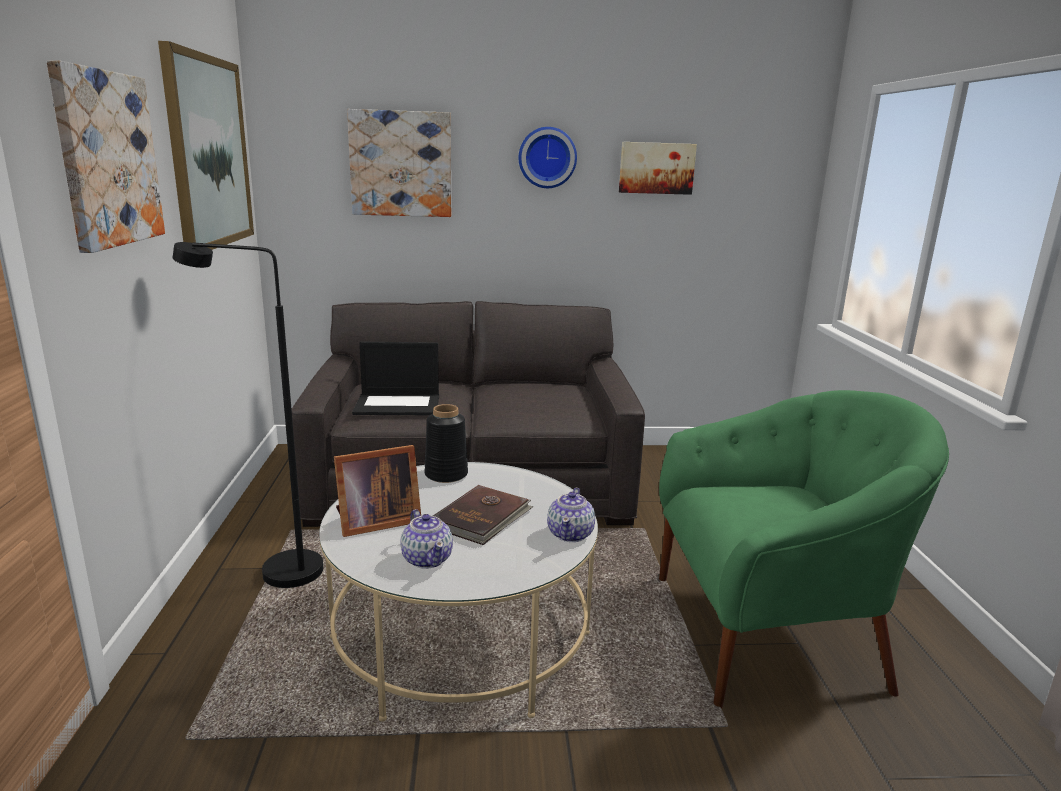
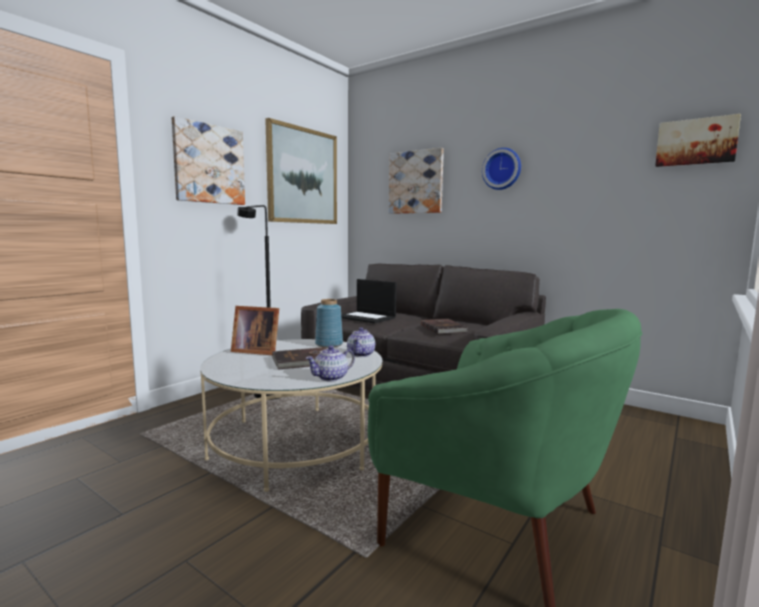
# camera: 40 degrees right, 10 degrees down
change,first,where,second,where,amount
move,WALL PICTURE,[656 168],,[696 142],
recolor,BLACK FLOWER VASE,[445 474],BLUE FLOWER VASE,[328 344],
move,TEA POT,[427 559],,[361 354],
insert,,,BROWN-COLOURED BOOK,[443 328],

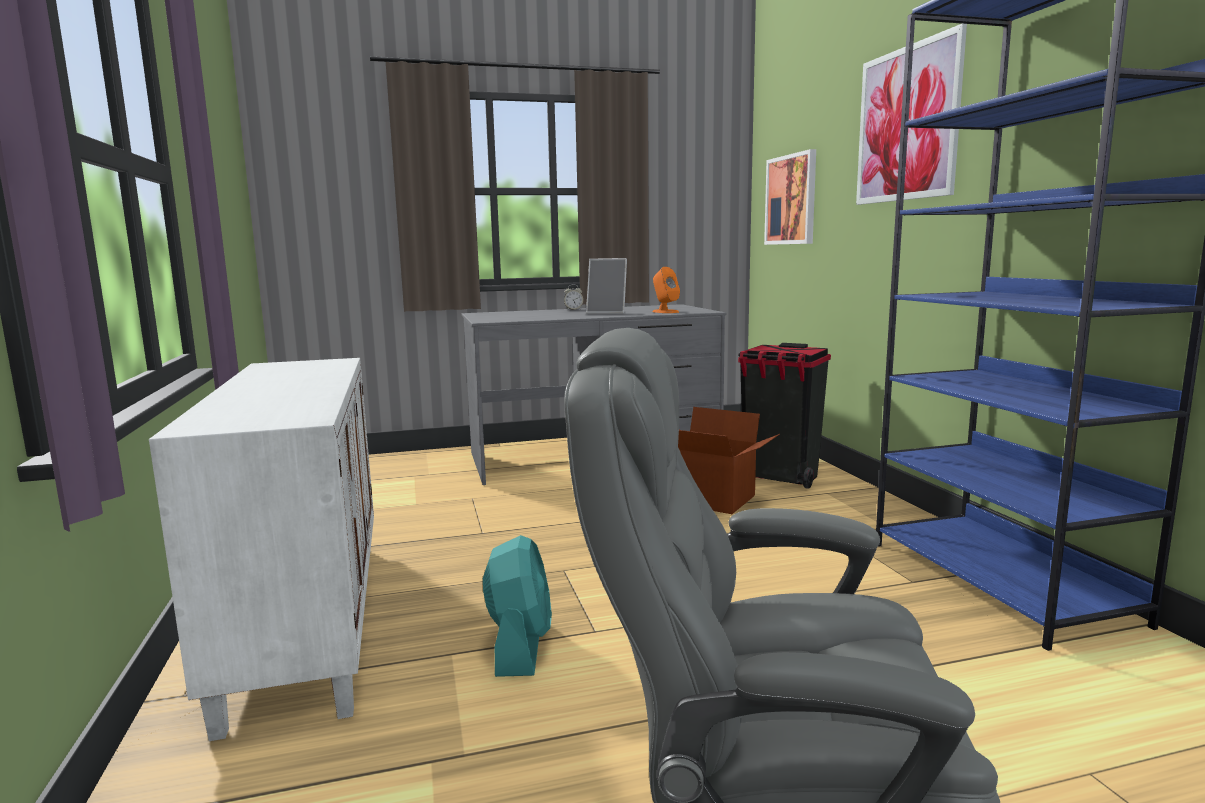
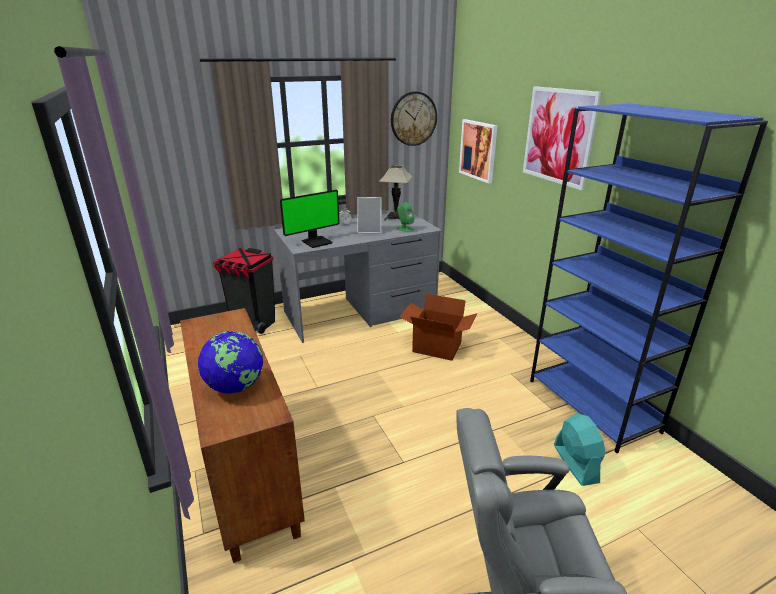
# camera: 10 degrees left, 15 degrees up
change,first,where,second,where,amount
recolor,ORANGEY LOUDSPEAKER,[665 312],GREEN LOUDSPEAKER,[405 229],
move,BLACK WASTE BIN,[780 477],,[253 324],
recolor,WHITE CABINET,[306 622],BROWN-COLOURED CABINET,[245 471],
move,BLUE-GREEN FAN,[520 646],,[575 463],
insert,,,WALL CLOCK,[413 119],
insert,,,TABLETOP LAMP,[395 218],
insert,,,MONITOR,[316 242],
insert,,,DESK GLOBE,[235 386],

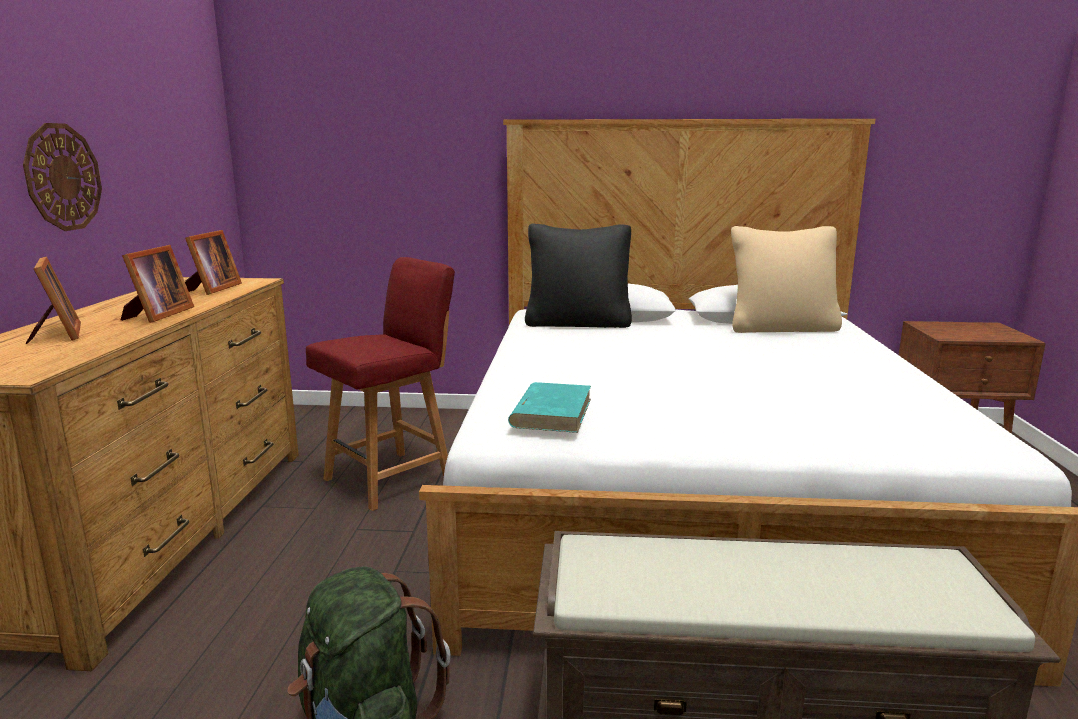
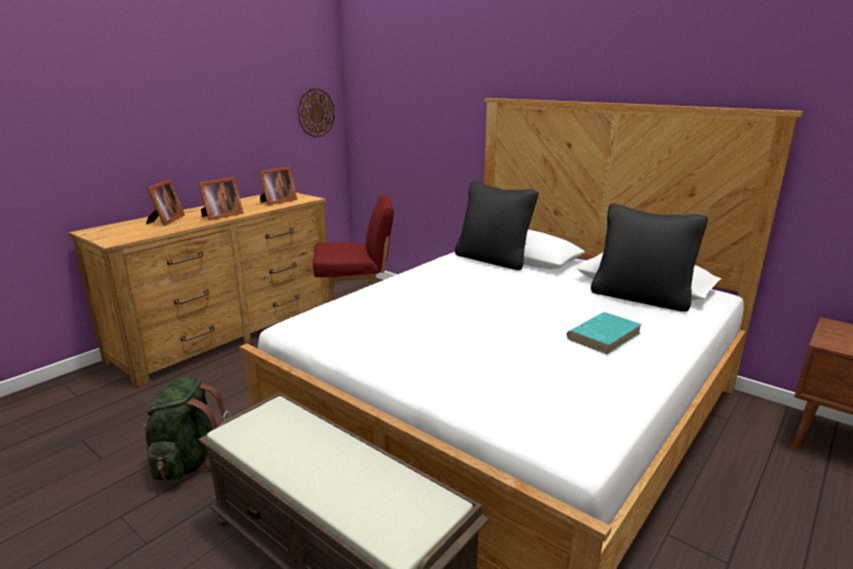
# camera: 35 degrees right, 5 degrees up
change,first,where,second,where,amount
move,WALL CLOCK,[62 177],,[315 113],
recolor,BEIGE CUSHION,[781 328],BLACK CUSHION,[640 297],
move,BLUE-GREEN BOOK,[552 412],,[604 335],

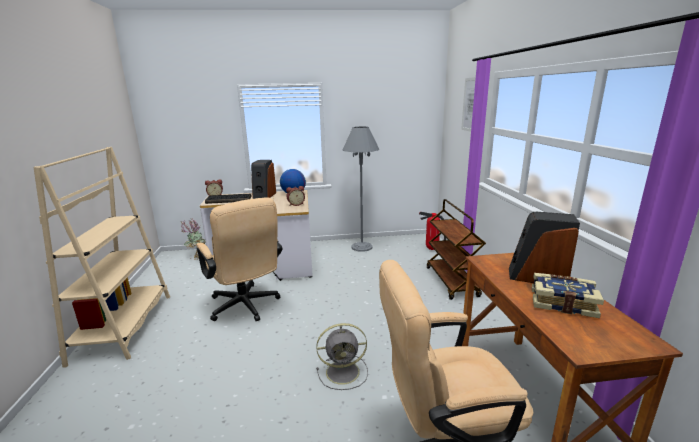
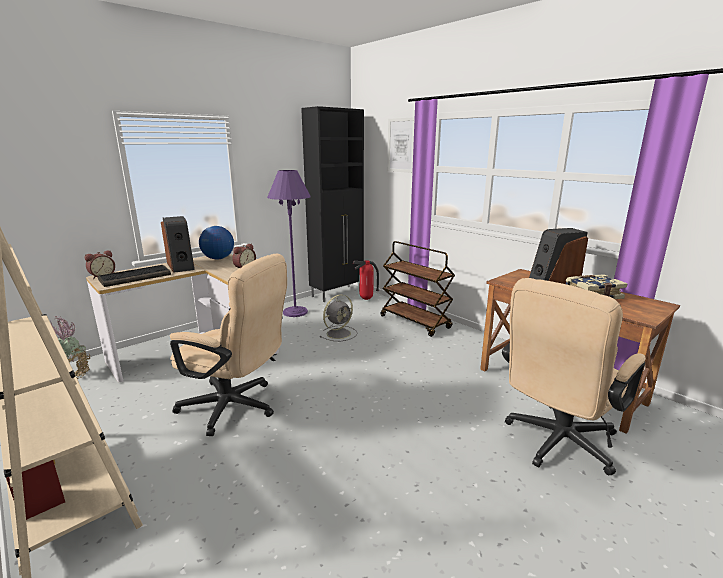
# camera: 35 degrees left, 0 degrees up
change,first,where,second,where,amount
recolor,GREY FLOOR LAMP,[362 247],PURPLE-COLOURED FLOOR LAMP,[295 312],
move,GREY FAN,[344 372],,[339 333],
insert,,,BLACK CABINET,[337 293],

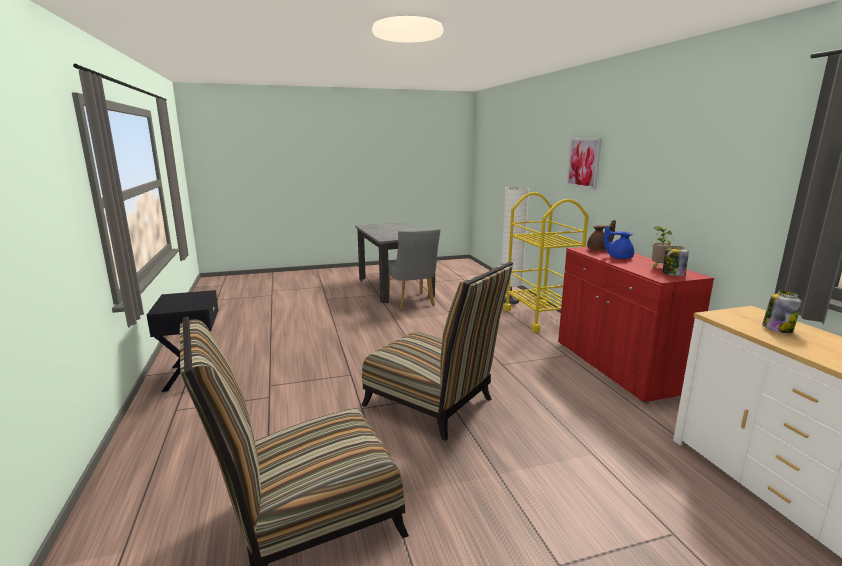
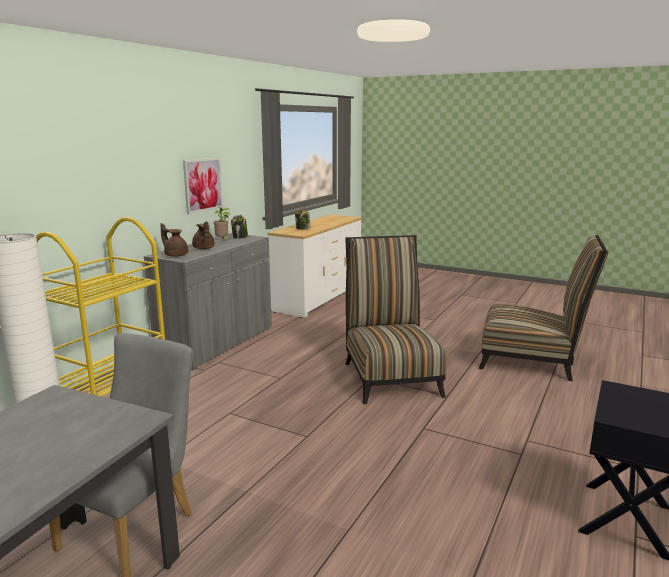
# camera: 135 degrees left, 0 degrees up
change,first,where,second,where,amount
move,WALL PICTURE,[584 163],,[203 185],
recolor,BLUE TEA POT,[618 257],BROWN-COLOURED TEA POT,[203 248],
recolor,REDDISH CABINET,[617 367],GREY CABINET,[217 343],

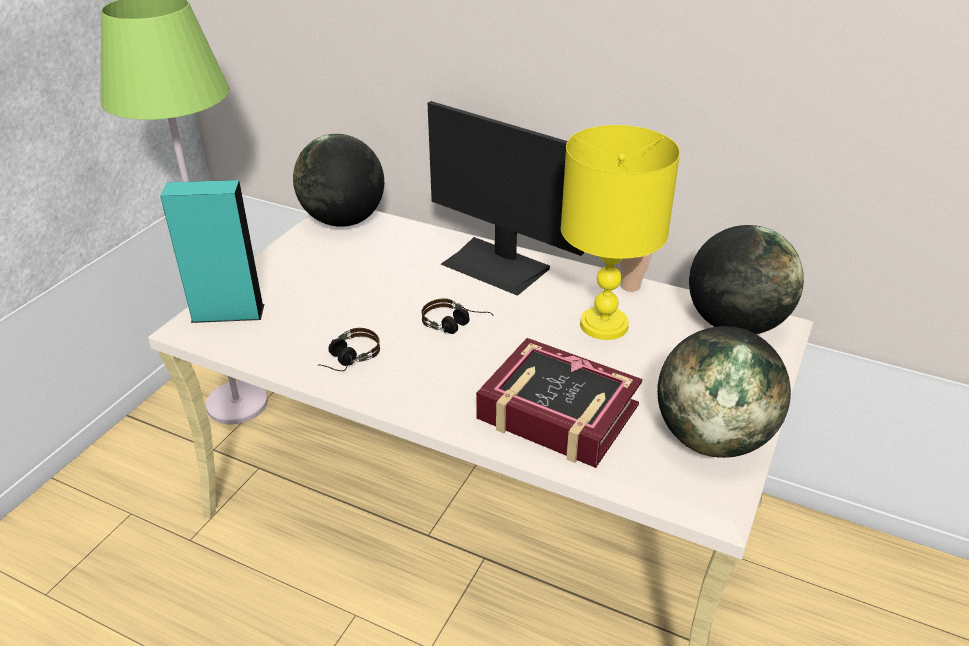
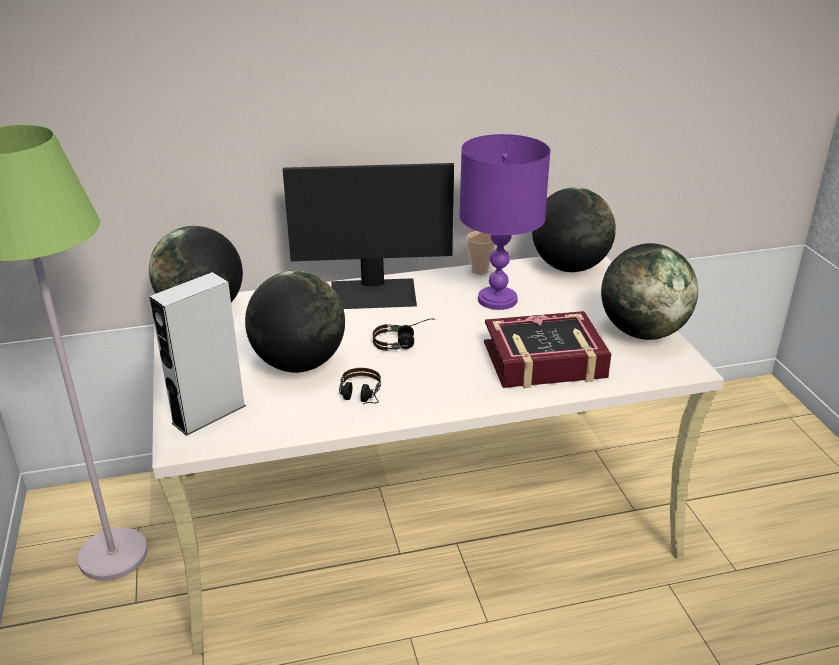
# camera: 40 degrees left, 5 degrees down
change,first,where,second,where,amount
recolor,YELLOW TABLETOP LAMP,[604 325],PURPLE-COLOURED TABLETOP LAMP,[498 300],
recolor,BLUE-GREEN LOUDSPEAKER,[228 313],GREY LOUDSPEAKER,[209 414],
insert,,,DESK GLOBE,[299 364],

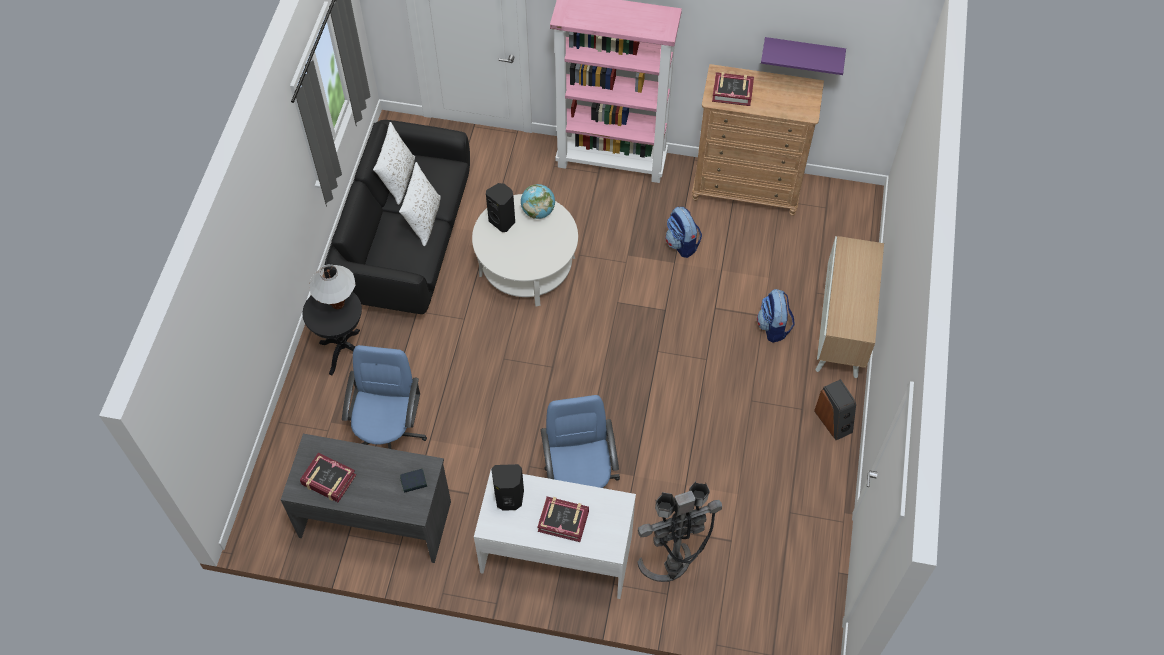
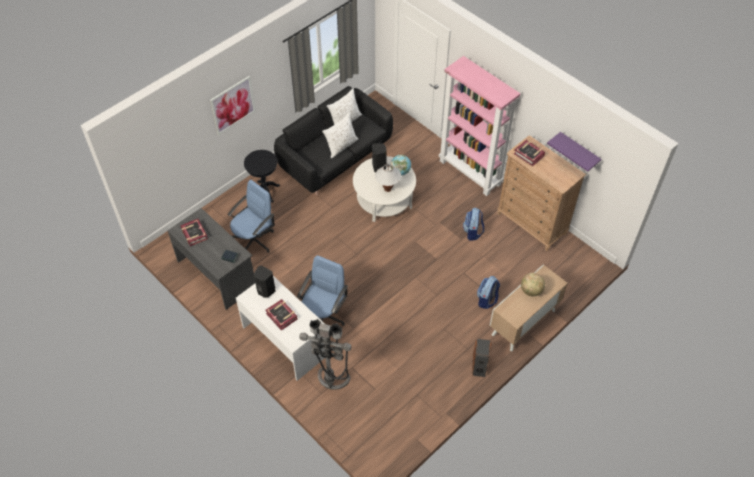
# camera: 35 degrees right, 5 degrees down
change,first,where,second,where,amount
move,WHITE TABLETOP LAMP,[338 304],,[387 189],
insert,,,WALL PICTURE,[233 105],
insert,,,DESK GLOBE,[531 291],

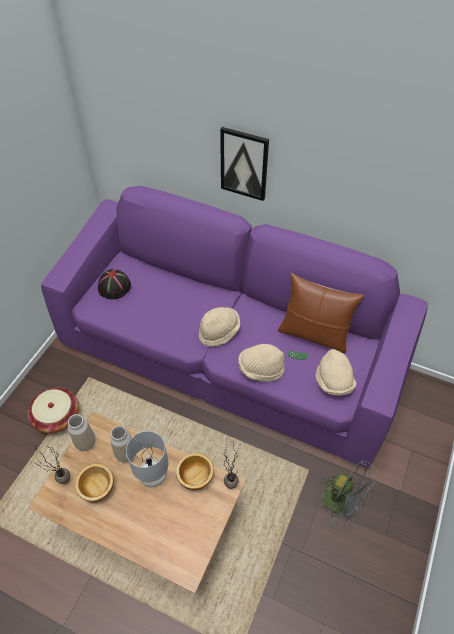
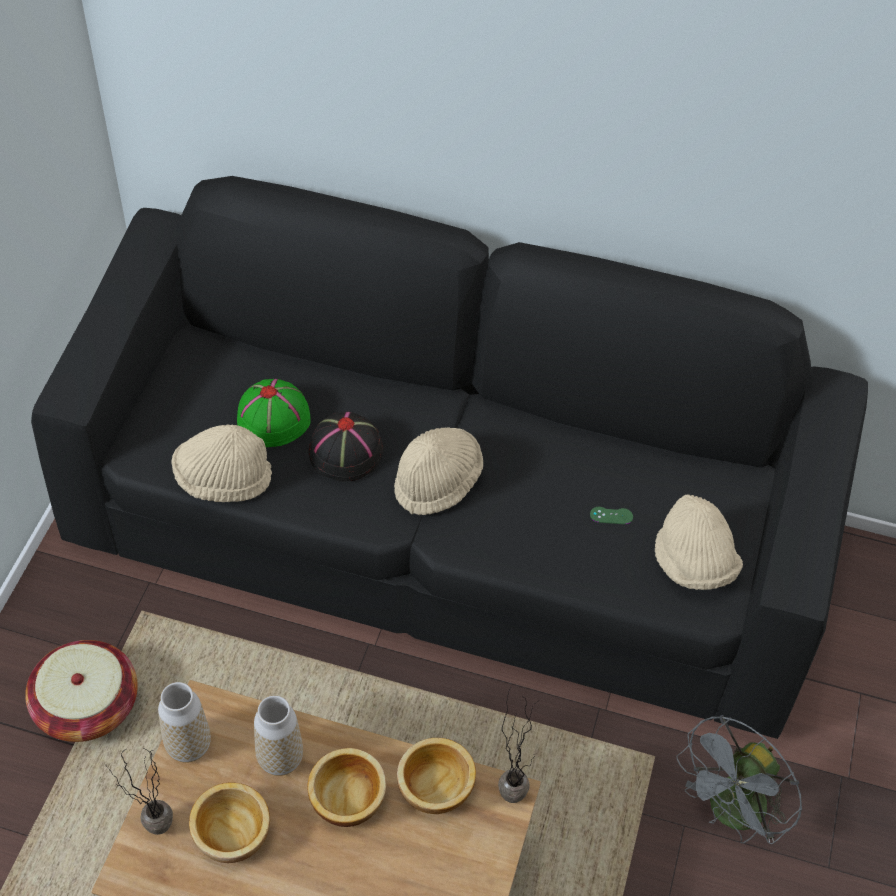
# camera: 10 degrees left, 0 degrees up
change,first,where,second,where,amount
delete,WALL PICTURE,[244 164],,,
recolor,PURPLE-COLOURED SETTEE,[228 358],BLACK SETTEE,[446 538],
move,BLACK CLOTHING HAT,[114 287],,[345 452],
delete,BROWN-COLOURED CUSHION,[314 334],,,
move,BEIGE CLOTHING HAT,[260 369],,[223 480],
replace,GREY TABLETOP LAMP,[153 476],SERVING BOWL,[347 797],
rotate,GREY FAN,[341 502],,[731 815],105 degrees clockwise
insert,,,GREEN CLOTHING HAT,[274 418],

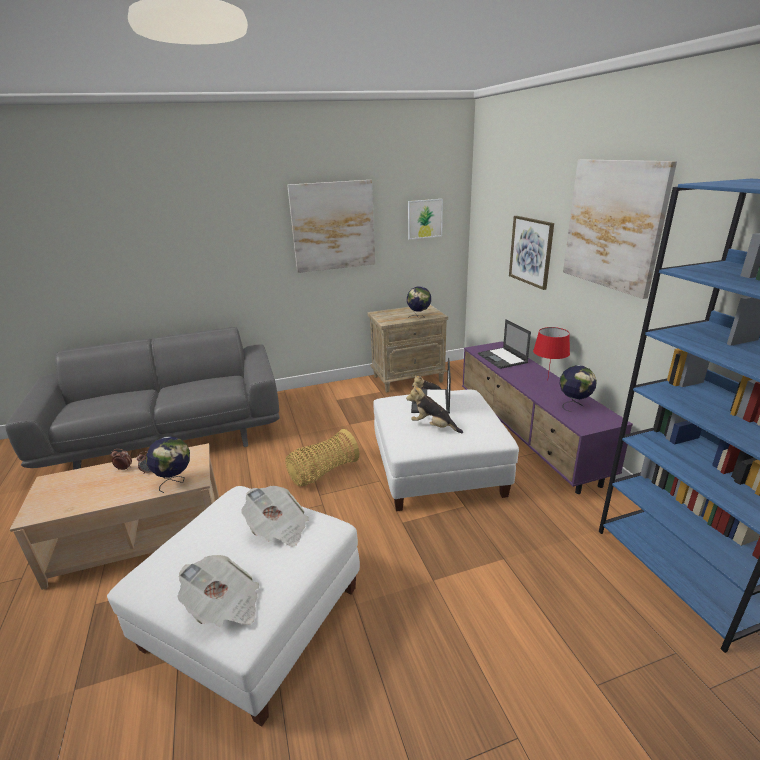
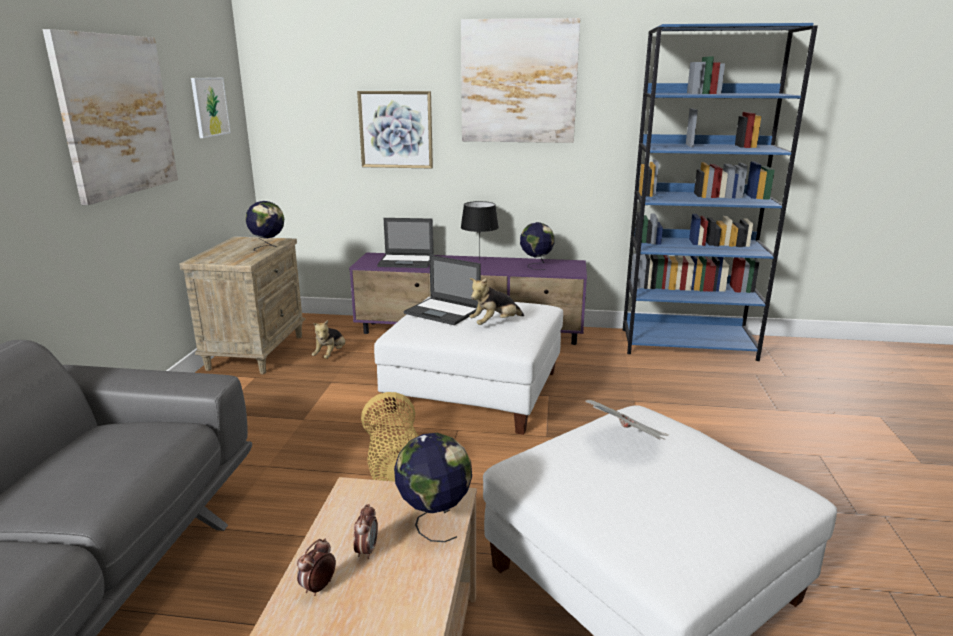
# camera: 65 degrees left, 5 degrees down
change,first,where,second,where,amount
recolor,REDDISH TABLETOP LAMP,[547 380],BLACK TABLETOP LAMP,[479 261],
delete,PRINTED PAPER,[224 606],,,

